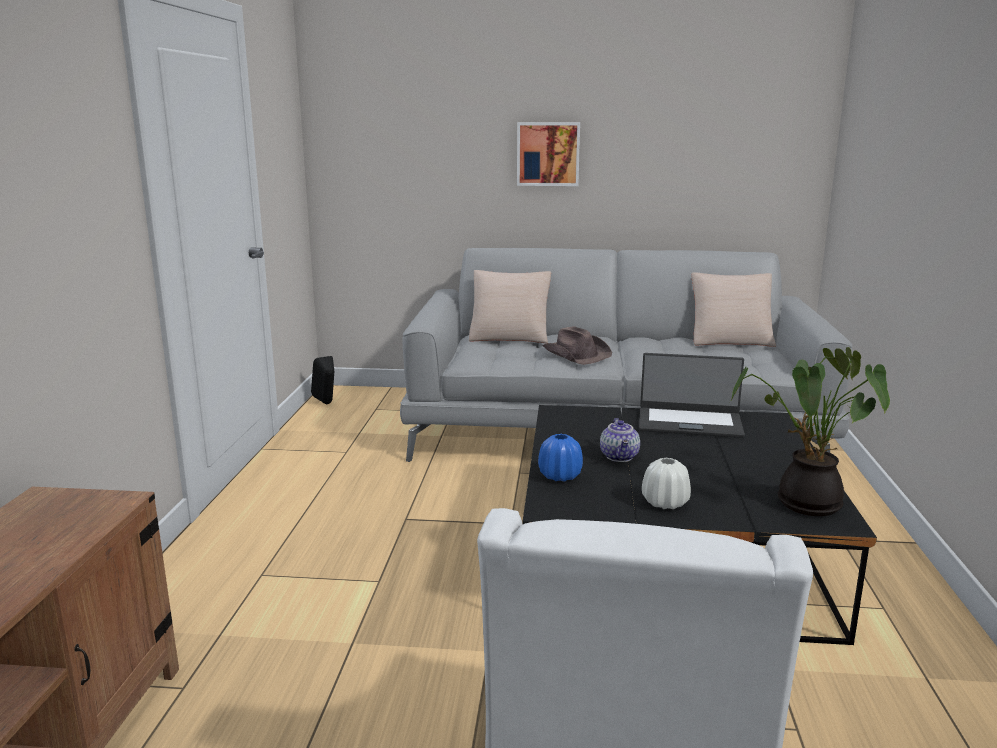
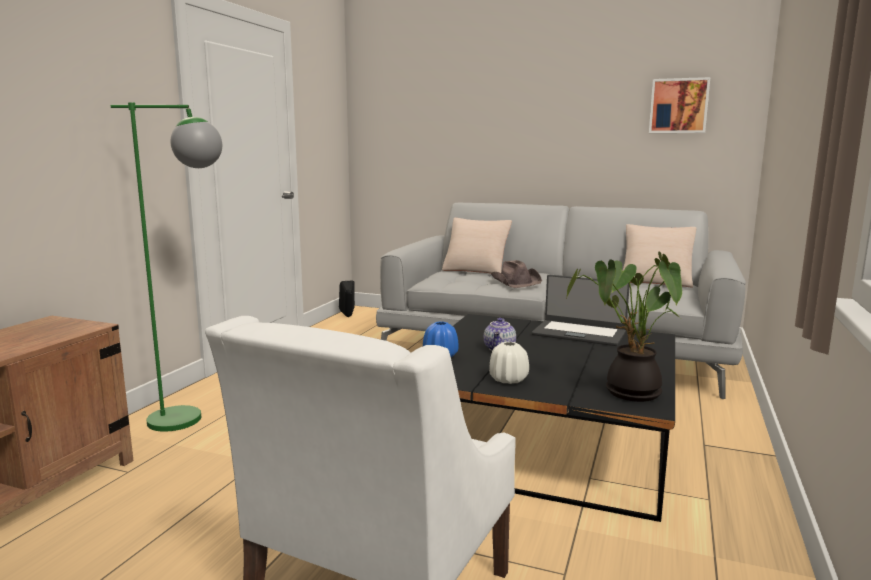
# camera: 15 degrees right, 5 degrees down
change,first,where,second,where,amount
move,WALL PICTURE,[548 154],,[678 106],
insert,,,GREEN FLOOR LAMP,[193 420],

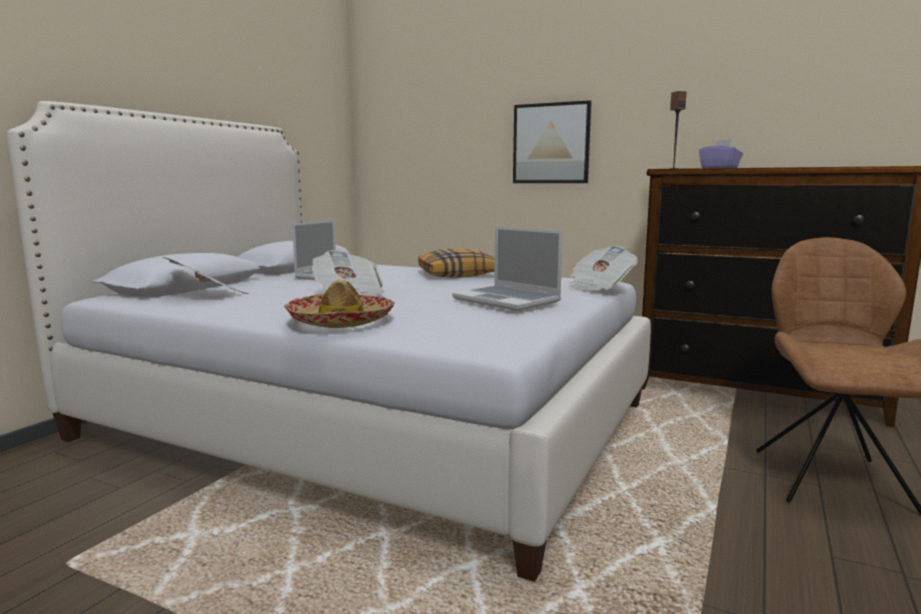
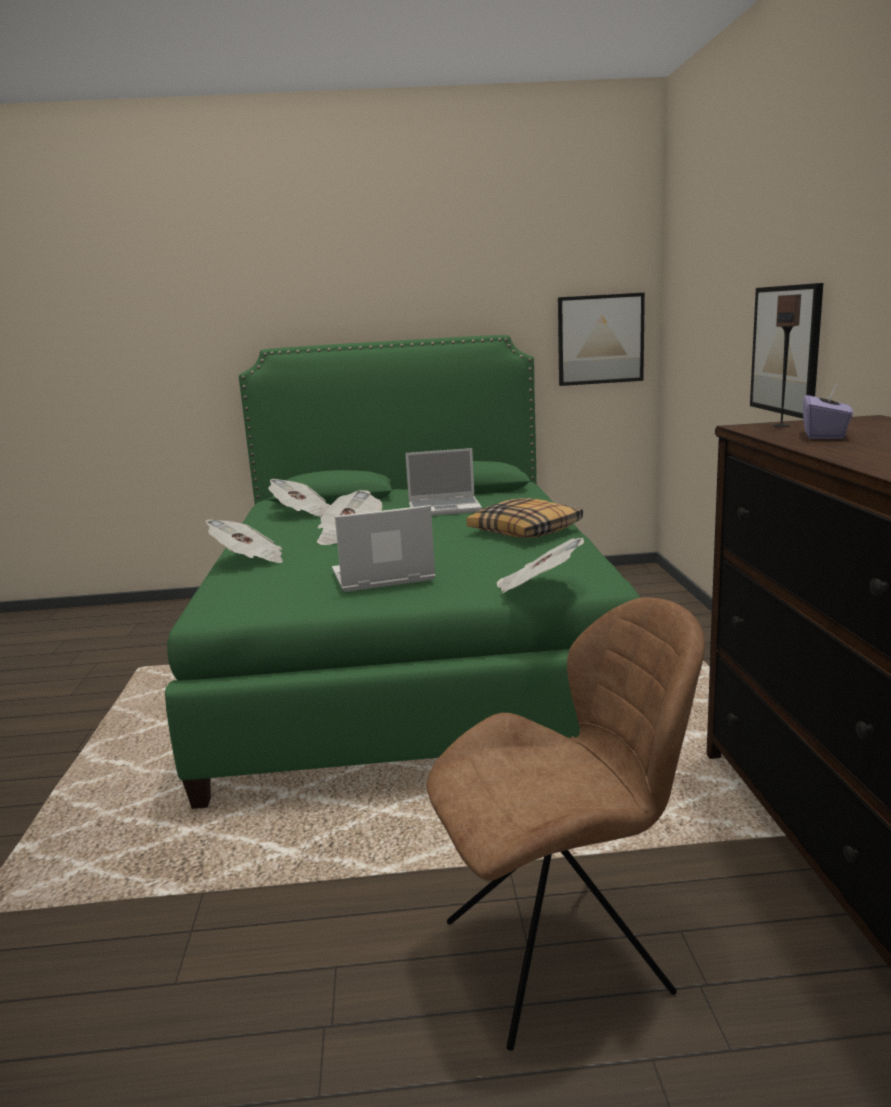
# camera: 60 degrees right, 5 degrees up
change,first,where,second,where,amount
recolor,WHITE BEDROOM BED,[367 421],GREEN BEDROOM BED,[409 659],
rotate,LAPTOP,[508 300],,[381 577],60 degrees clockwise
replace,CLOTHING HAT,[341 321],PRINTED PAPER,[249 560],
insert,,,WALL PICTURE,[600 339],

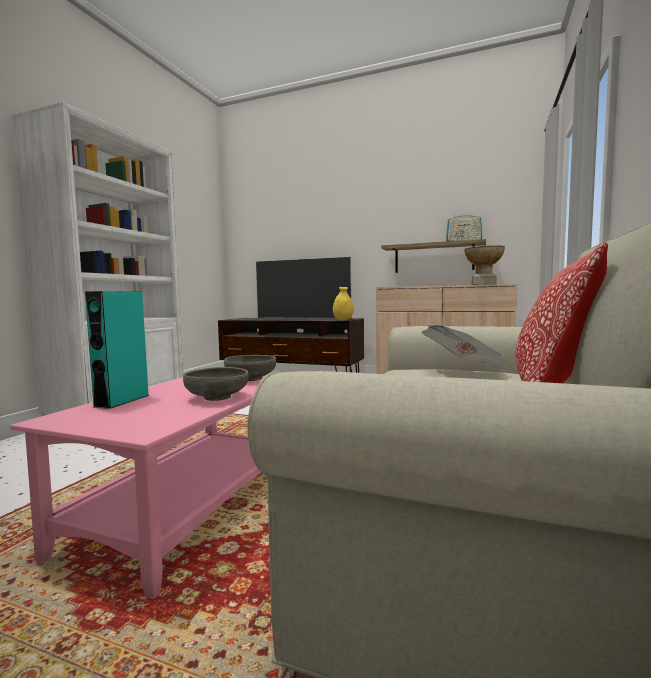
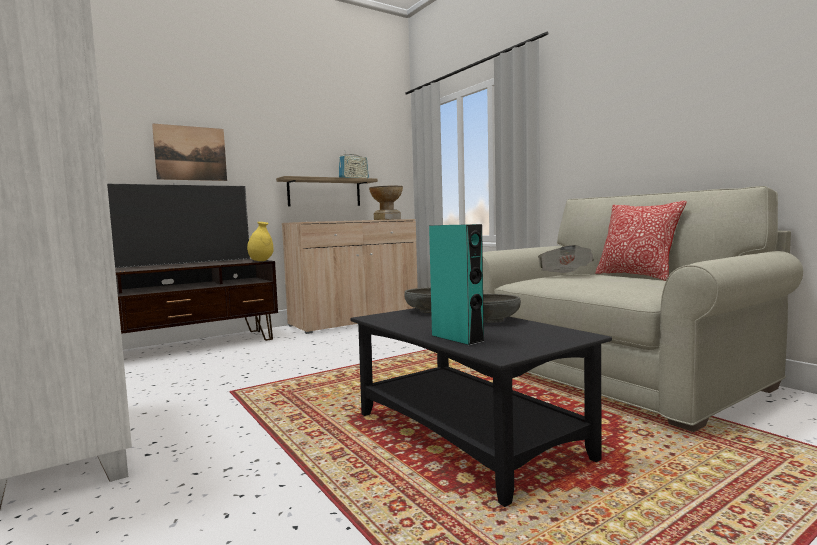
# camera: 55 degrees left, 0 degrees up
change,first,where,second,where,amount
recolor,PINK LOW TABLE,[190 508],BLACK LOW TABLE,[468 436],
insert,,,WALL PICTURE,[191 153],

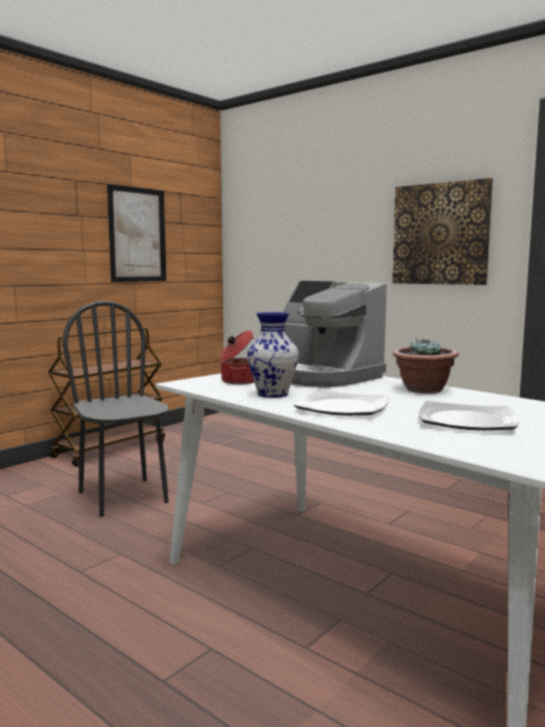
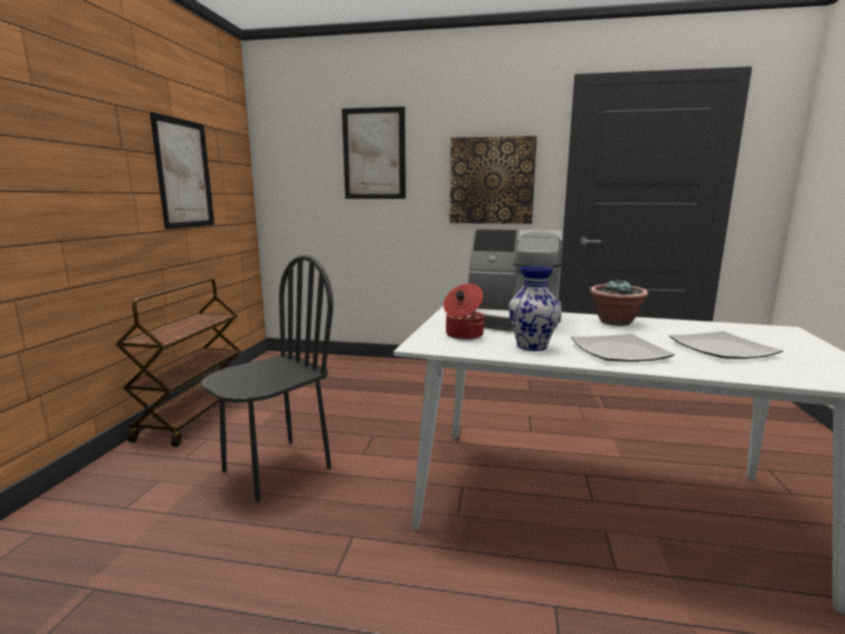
# camera: 30 degrees left, 5 degrees up
change,first,where,second,where,amount
rotate,BLACK CHAIR,[123 497],,[276 469],105 degrees clockwise
insert,,,WALL PICTURE,[374 154],

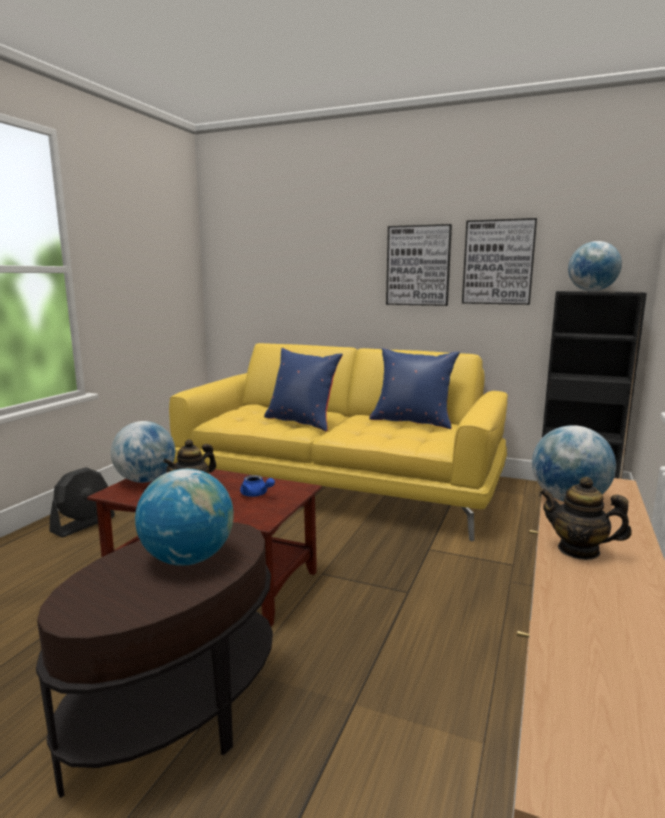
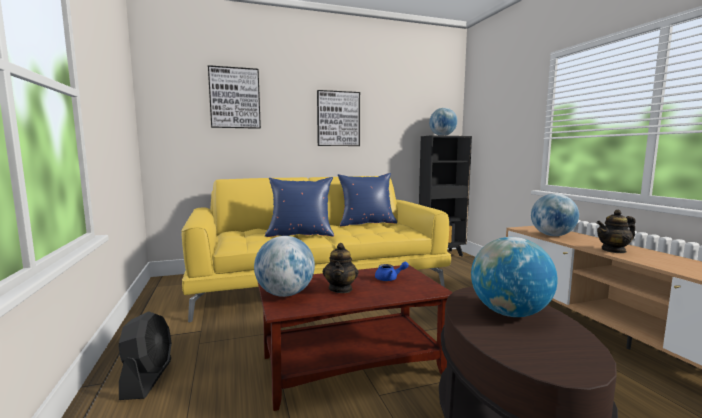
# camera: 40 degrees left, 5 degrees down
change,first,where,second,where,amount
move,WALL PICTURE,[498 262],,[235 98],

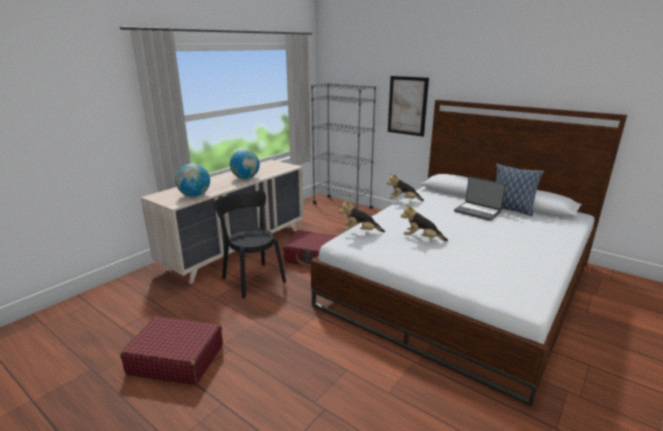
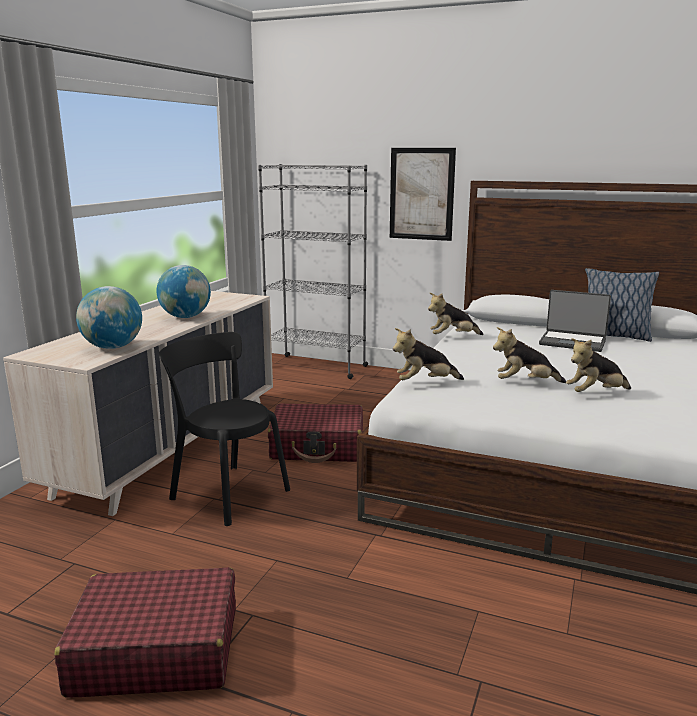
# camera: 15 degrees left, 5 degrees down
change,first,where,second,where,amount
insert,,,SOFT TOY,[595 394],

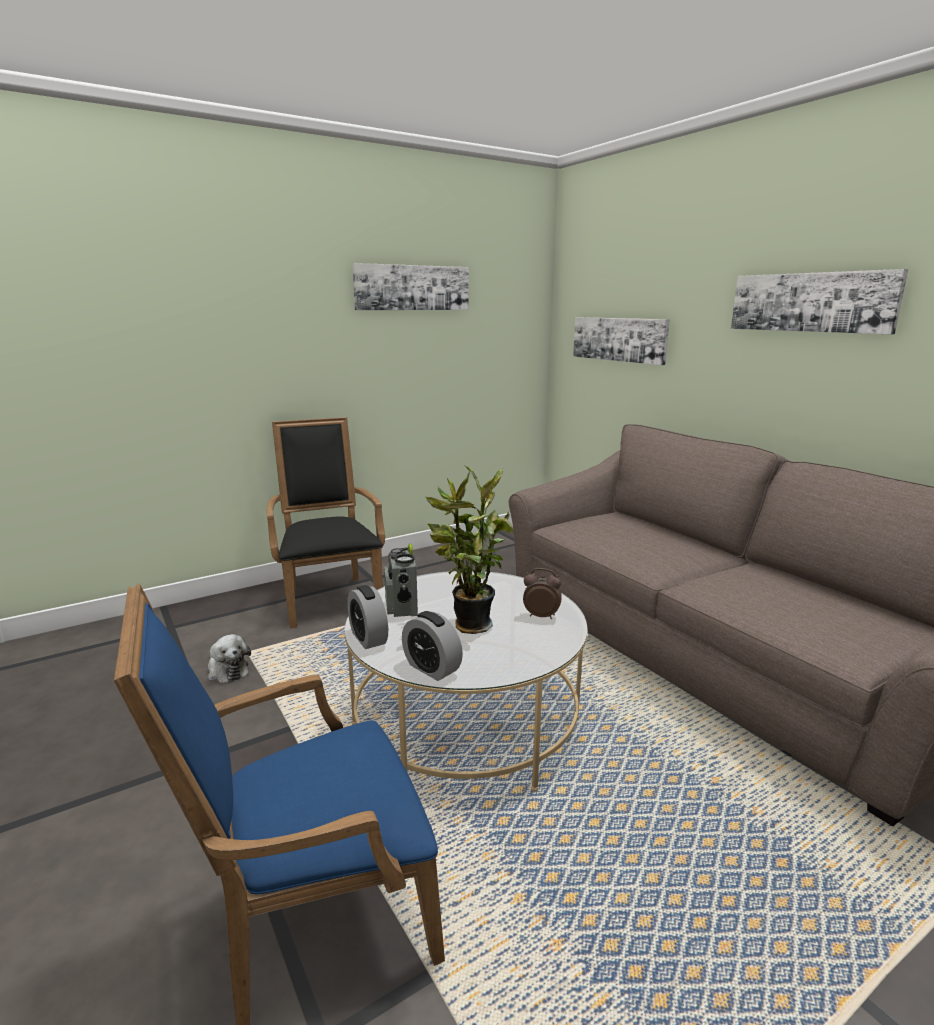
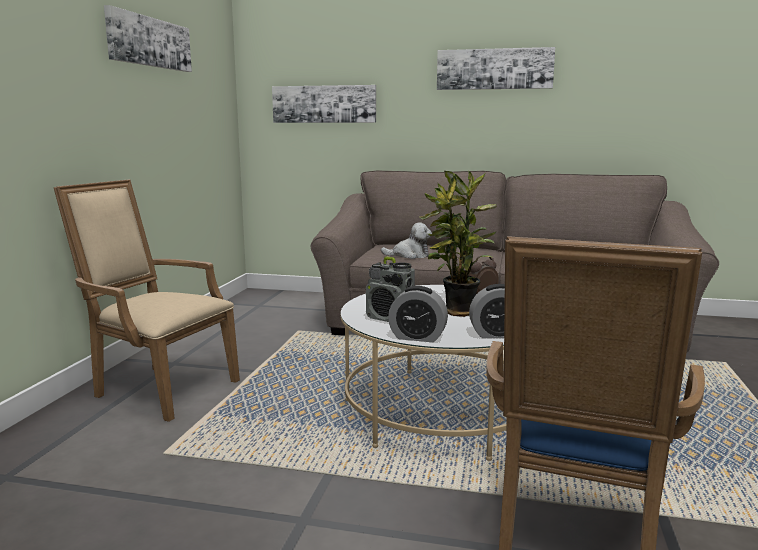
# camera: 45 degrees left, 5 degrees down
change,first,where,second,where,amount
recolor,BLACK ARMCHAIR,[330 597],BEIGE ARMCHAIR,[159 388],
move,SOFT TOY,[227 670],,[409 255],

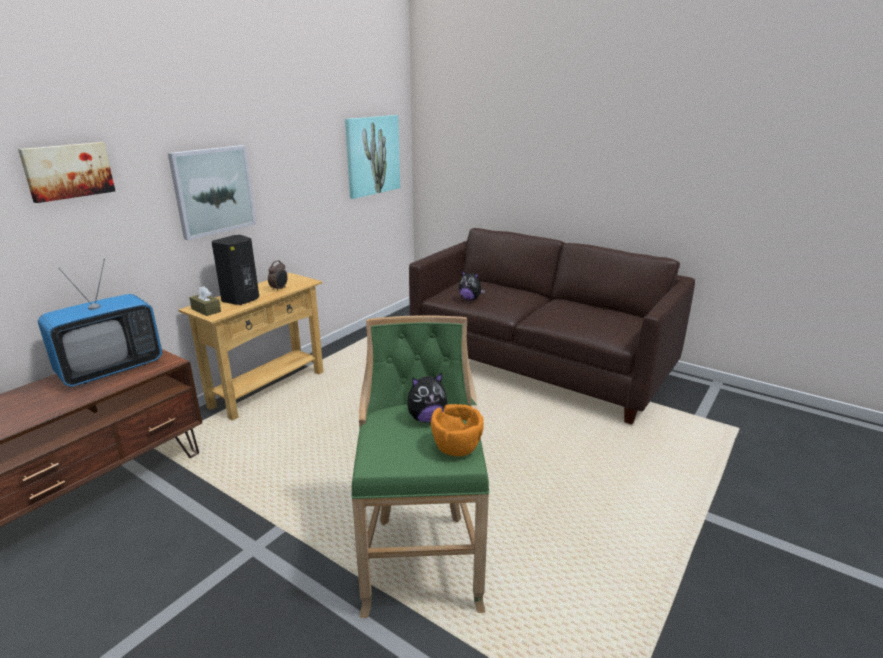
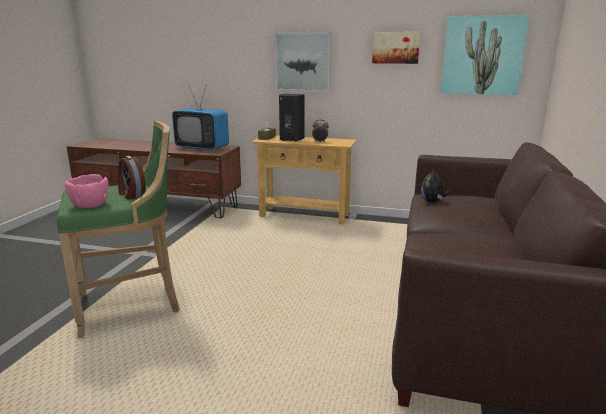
# camera: 70 degrees right, 5 degrees down
change,first,where,second,where,amount
move,WALL PICTURE,[68 171],,[395 47],
replace,SOFT TOY,[426 418],TABLE CLOCK,[131 195],
recolor,ORANGEY SERVING BOWL,[456 448],PINK SERVING BOWL,[89 205],

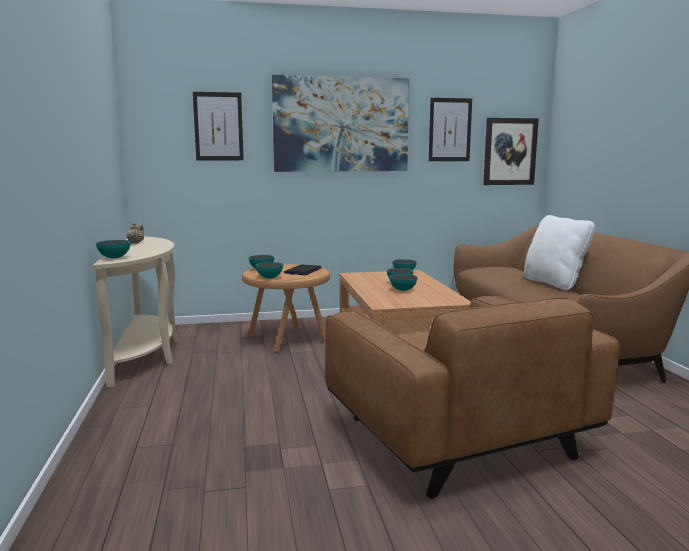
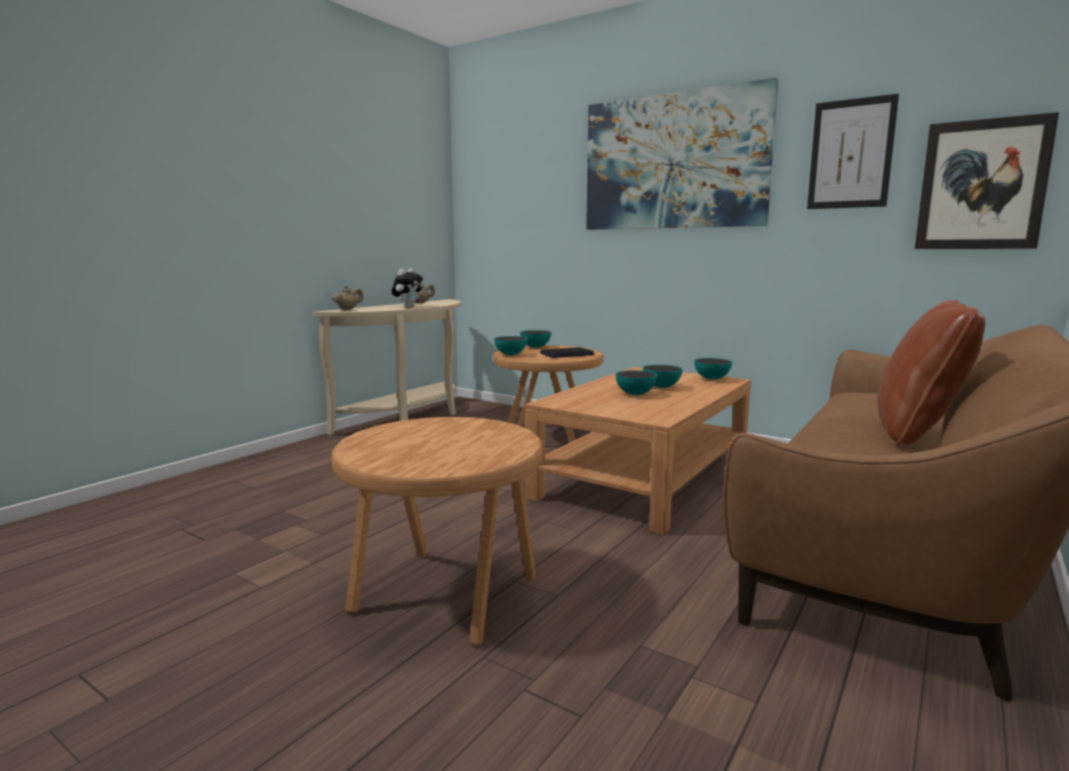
# camera: 45 degrees right, 0 degrees up
change,first,where,second,where,amount
delete,WALL PICTURE,[218 126],,,
recolor,WHITE CUSHION,[554 283],BROWN-COLOURED CUSHION,[918 433],
replace,SERVING BOWL,[114 258],BEIGE TEA POT,[348 309],
replace,BROWN-COLOURED ARMCHAIR,[457 437],BROWN-COLOURED ACCENT TABLE,[443 592],
insert,,,SOFT TOY,[408 307],

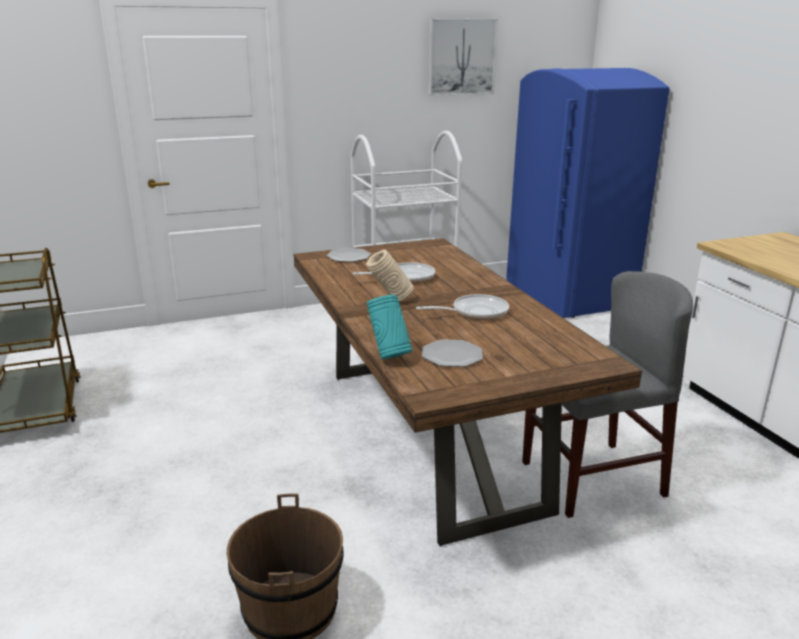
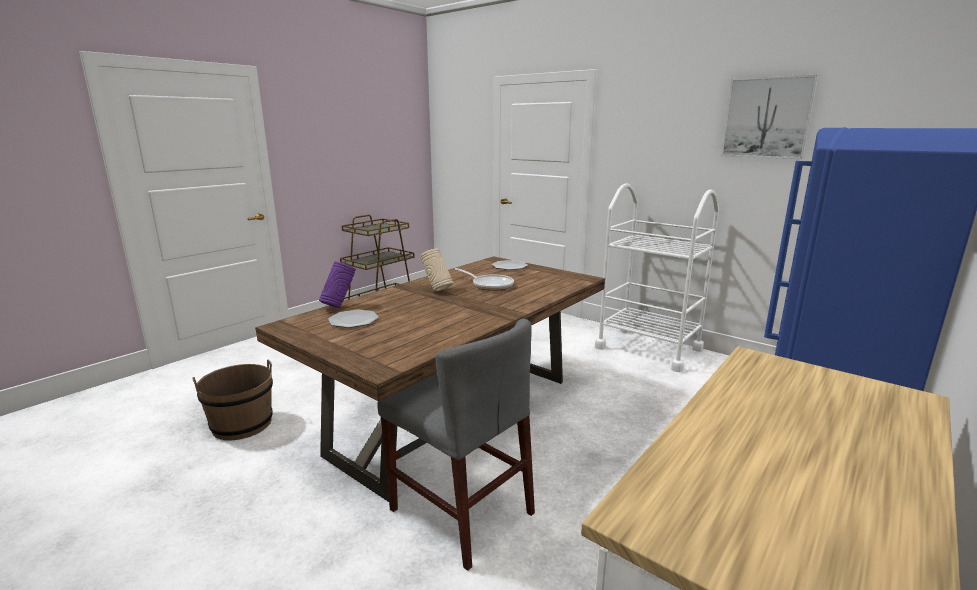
# camera: 60 degrees right, 5 degrees down
change,first,where,second,where,amount
delete,FRYING PAN,[475 312],,,
recolor,BLUE-GREEN FLOWER VASE,[389 356],PURPLE-COLOURED FLOWER VASE,[339 306],

